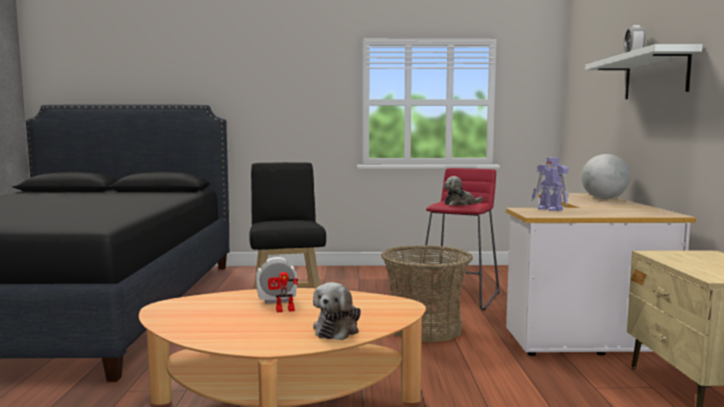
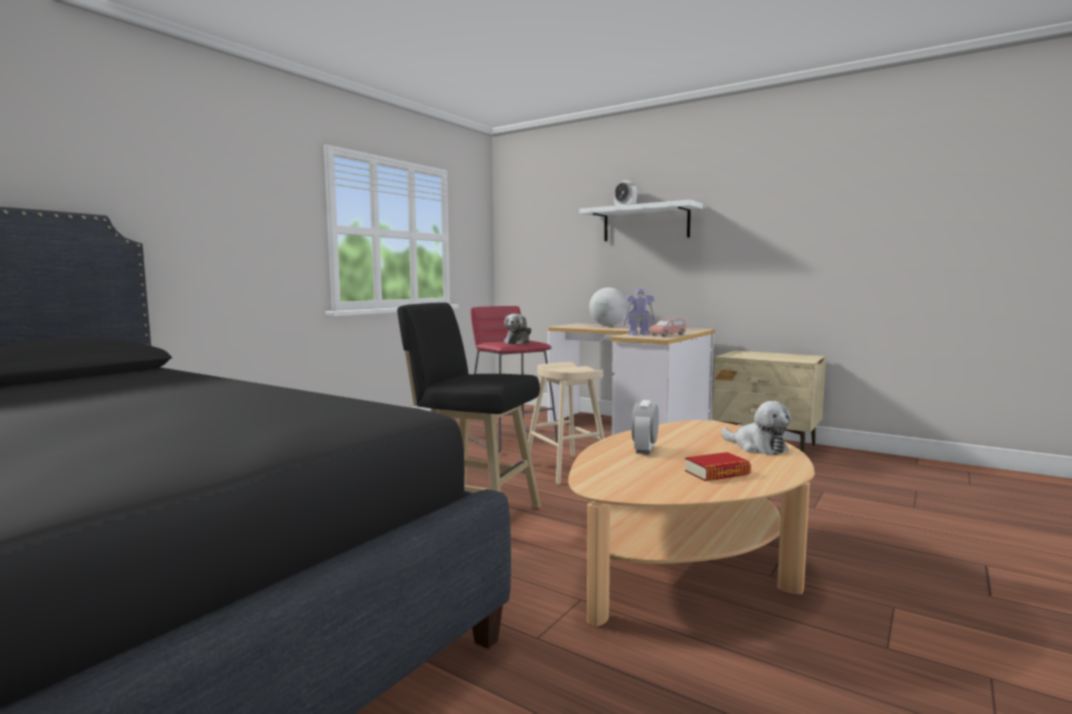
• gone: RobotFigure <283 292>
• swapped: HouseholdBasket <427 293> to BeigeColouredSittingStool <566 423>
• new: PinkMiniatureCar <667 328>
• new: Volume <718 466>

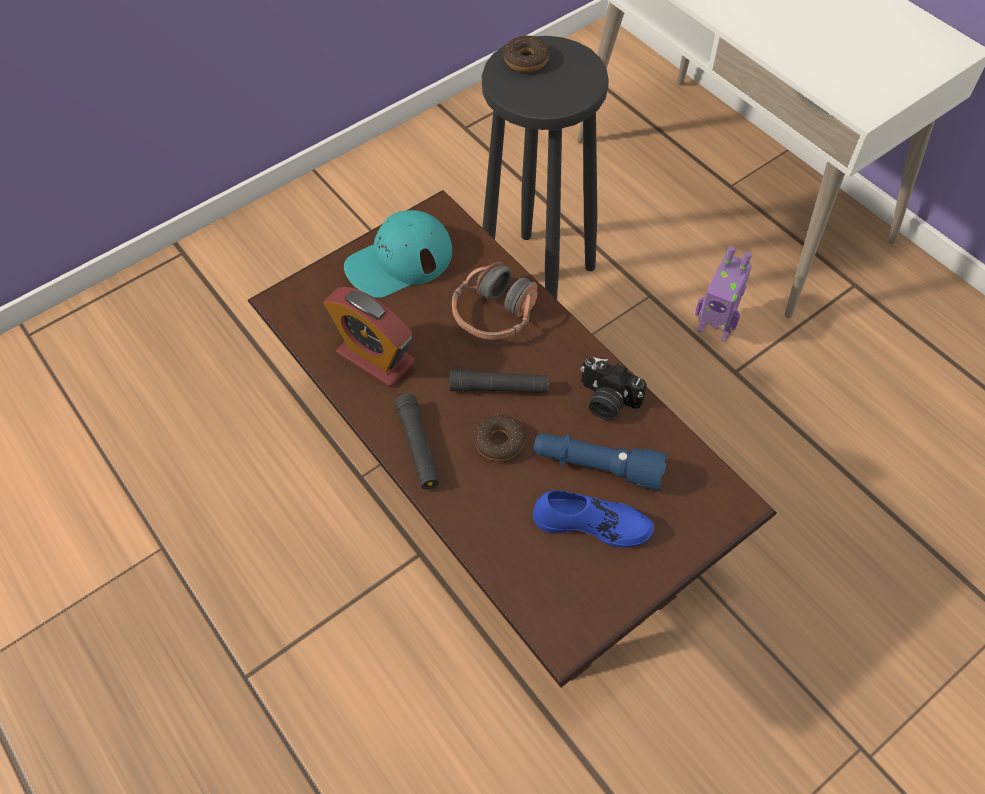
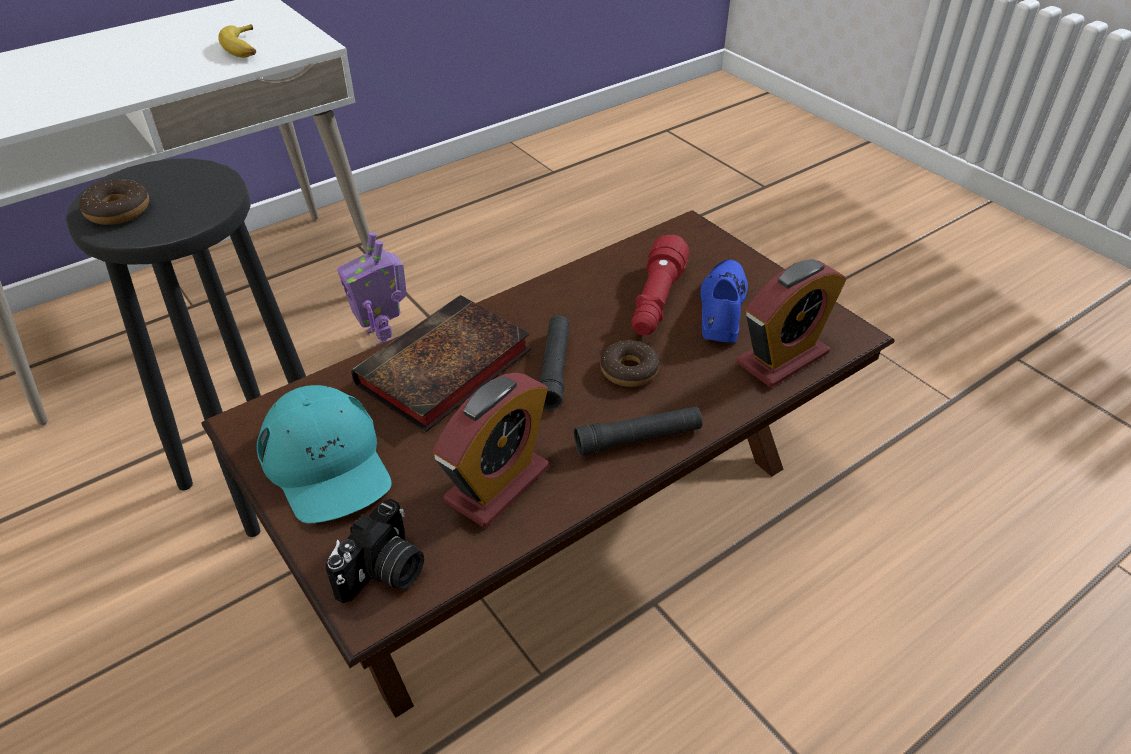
• swapped: Headset <495 300> to Volume <441 364>
• repainted: BlueHandTorch <600 462> to ReddishHandTorch <660 284>
• shifted: StillCamera <614 388> to <375 551>
• rotated: RobotFigure <723 294> = <372 289> 120 degrees clockwise
• new: Banana <237 41>
• new: BedsideClock <792 323>

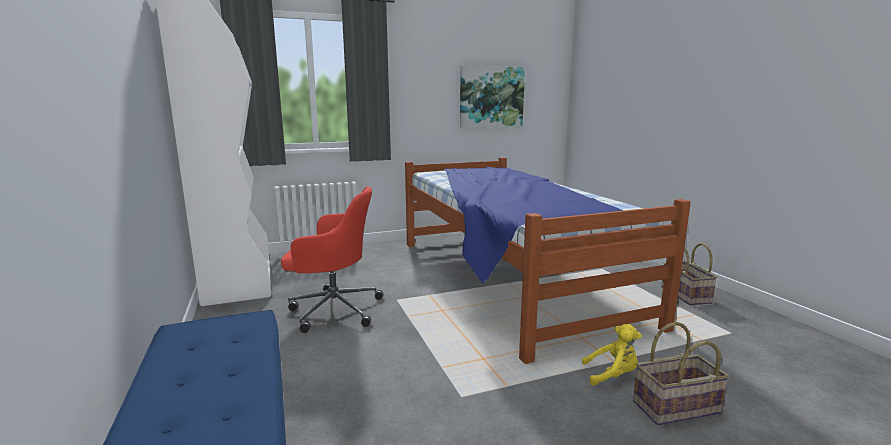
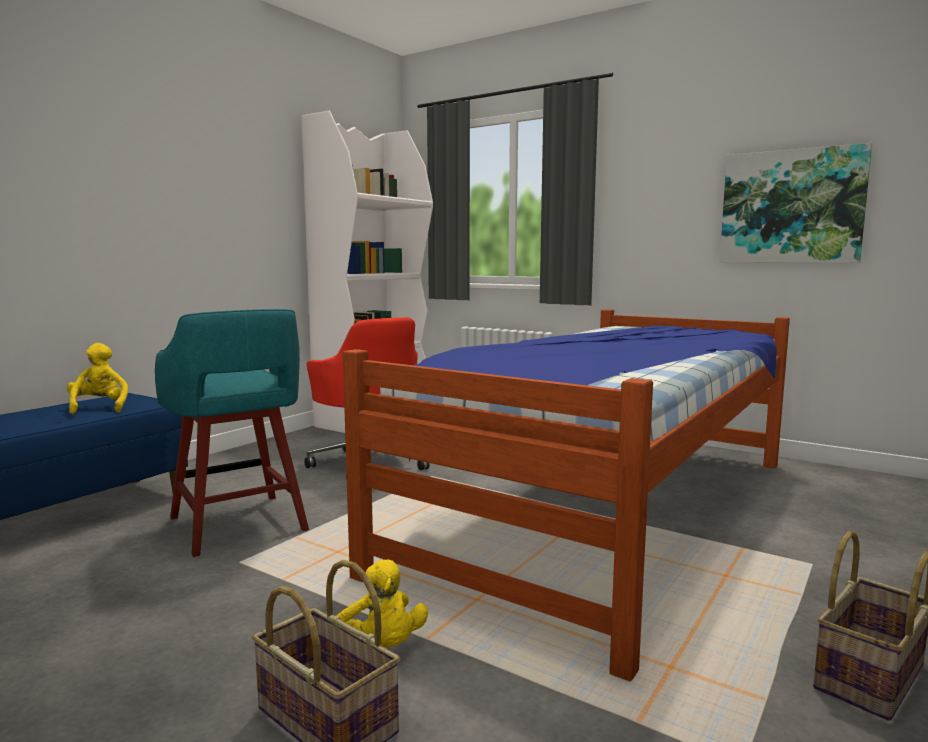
• new: YellowCuddlyToy <97 378>
• new: TurquoiseSittingStool <232 433>

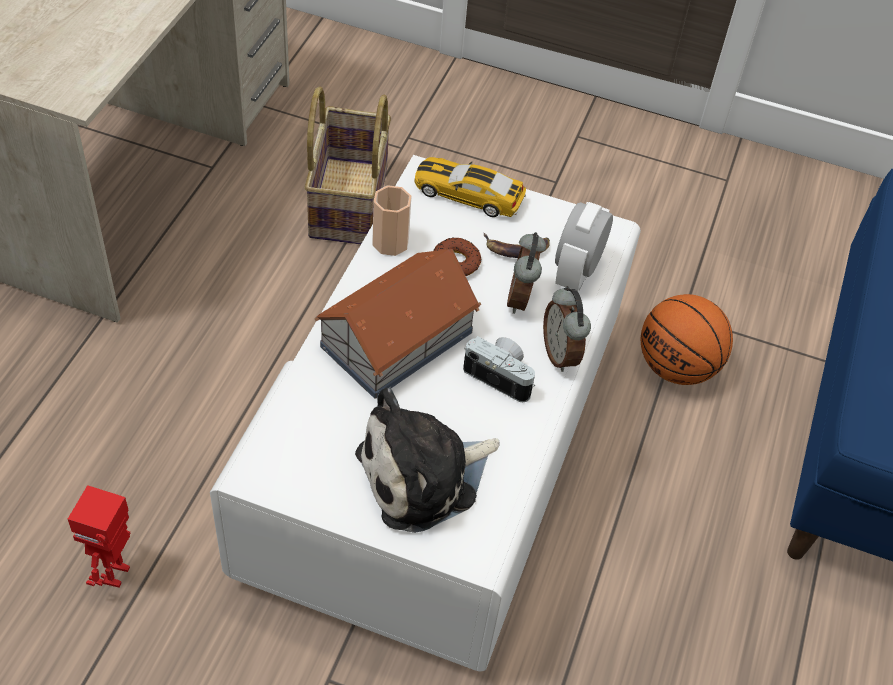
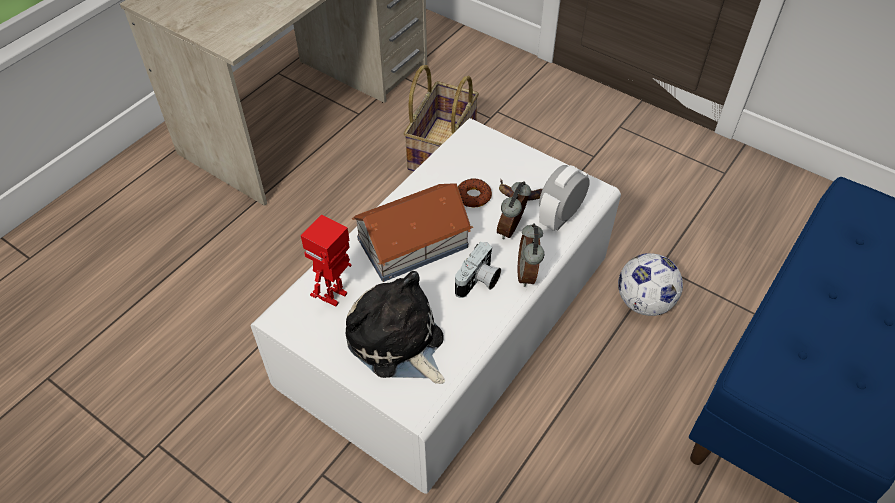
• shifted: RobotFigure <99 536> to <326 260>
• rotated: CuddlyToy <427 460> = <395 327> 60 degrees clockwise
• gone: SmallCup <391 220>
• gone: MiniatureCar <470 187>
• rotated: StillCamera <499 369> = <478 270> 75 degrees clockwise
• swapped: Basketball <687 339> to BallForFootball <650 284>

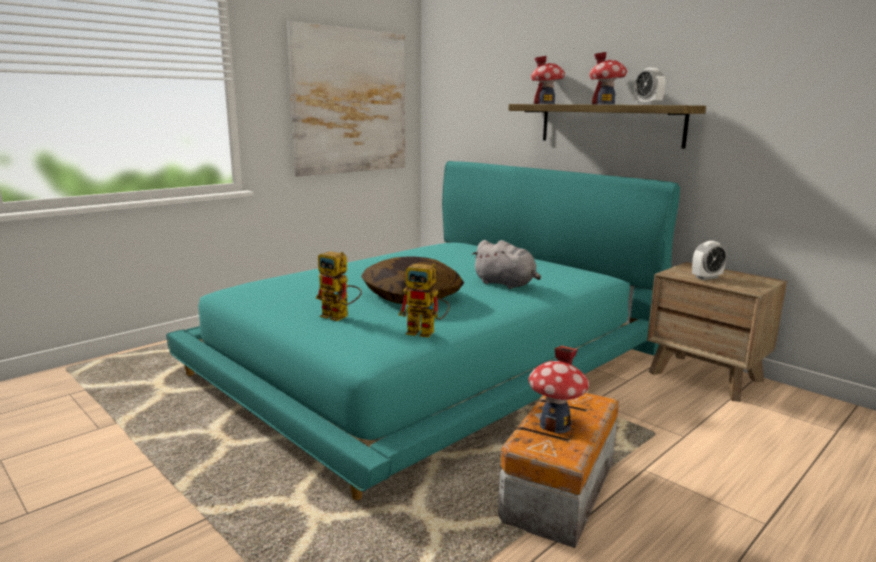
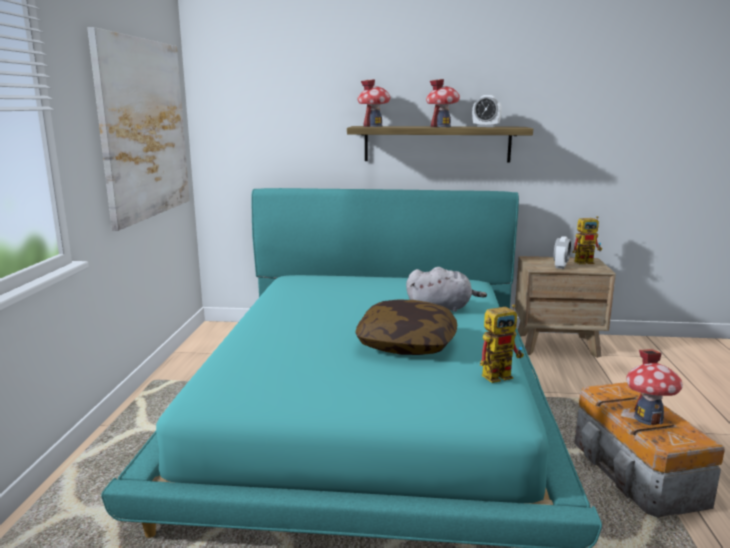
• shifted: RobotFigure <339 286> to <587 240>

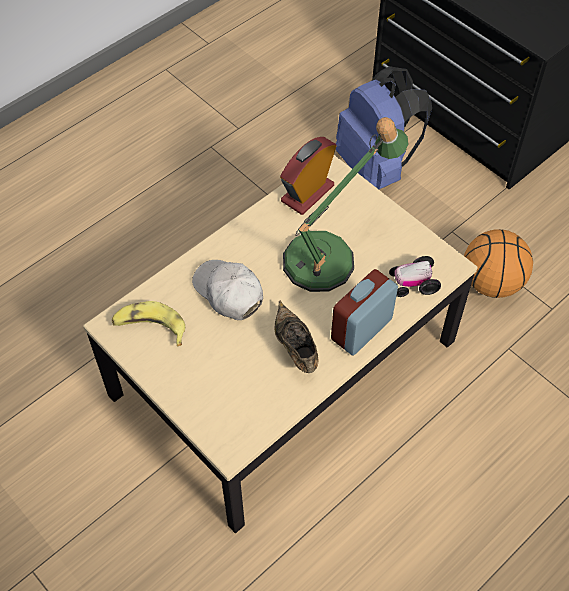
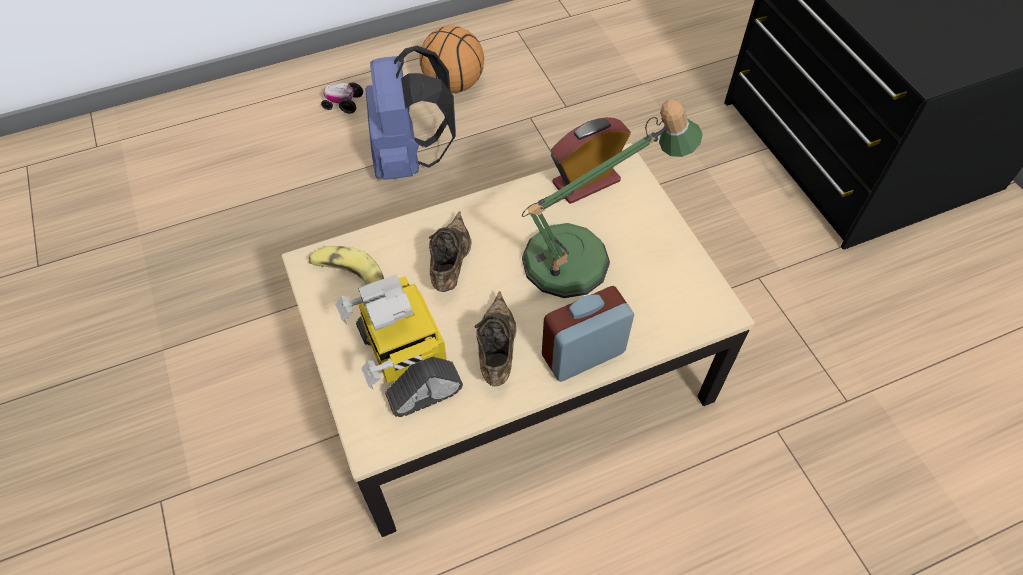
• swapped: WhiteColouredBaseballCap <227 290> to BrownishLowShoe <450 251>
• shifted: BlueBackpack <384 127> to <411 113>
• shifted: MiniatureCar <415 276> to <342 98>
• shifted: Basketball <498 263> to <451 59>
• new: RobotFigure <399 345>

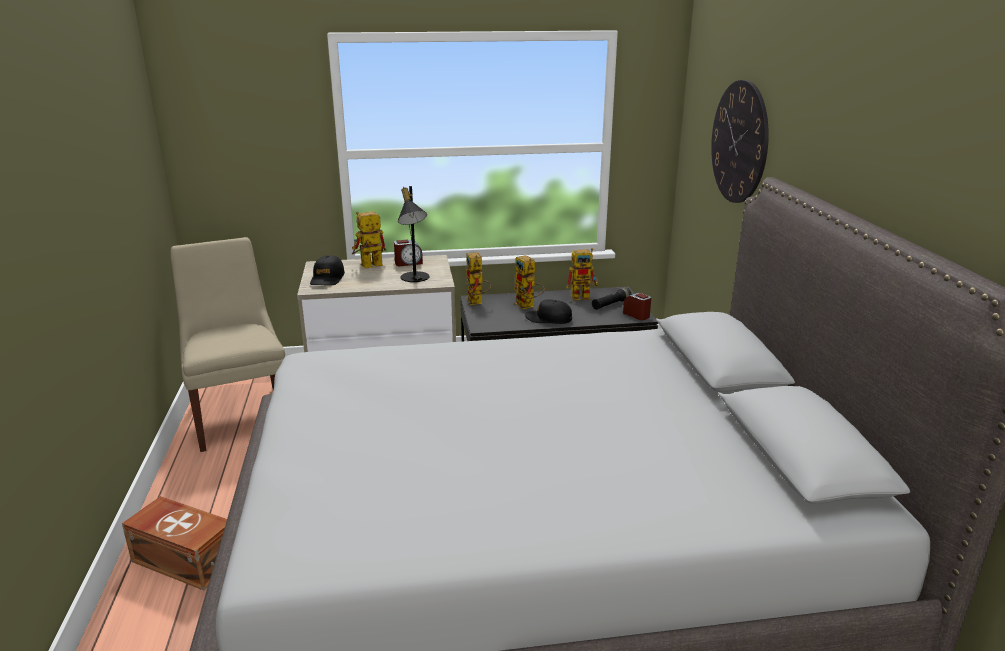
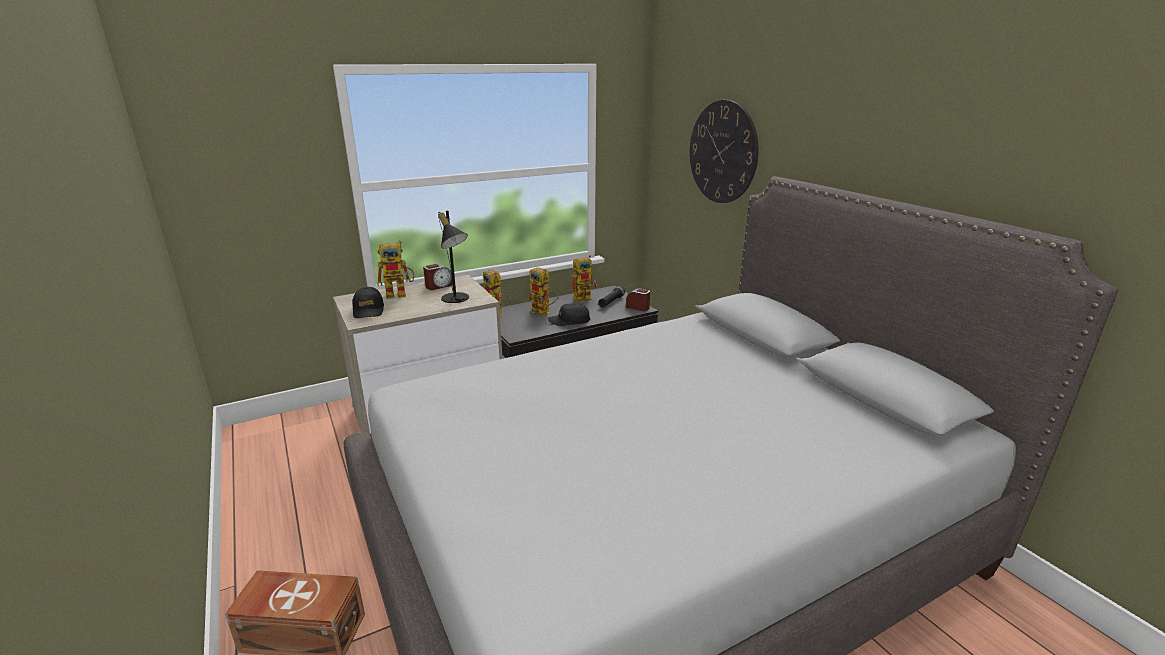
• gone: BeigeColouredChair <228 344>
• rotated: RobotFigure <369 239> = <395 270> 150 degrees counterclockwise

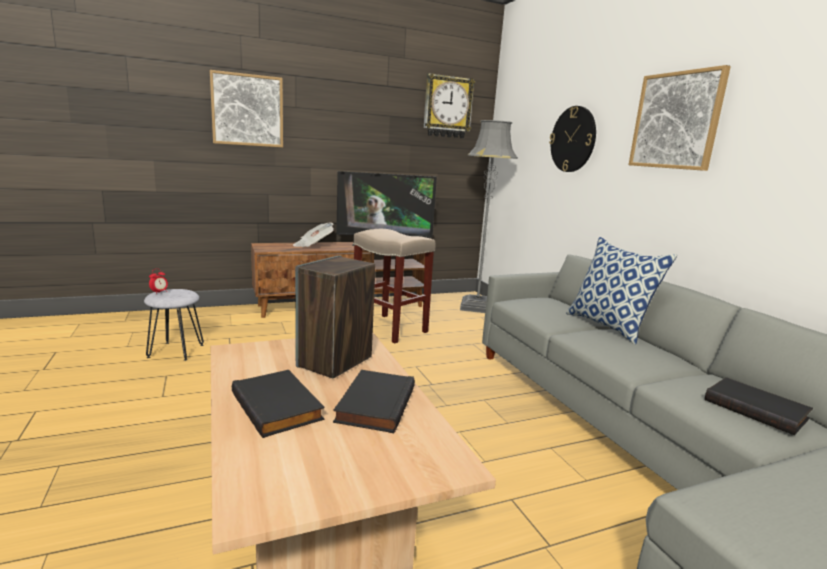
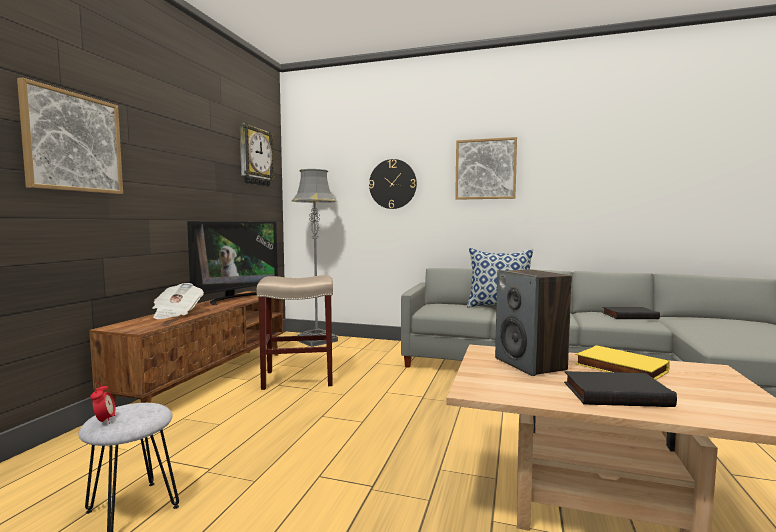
• repainted: BlackishVolume <374 401> to YellowVolume <622 362>

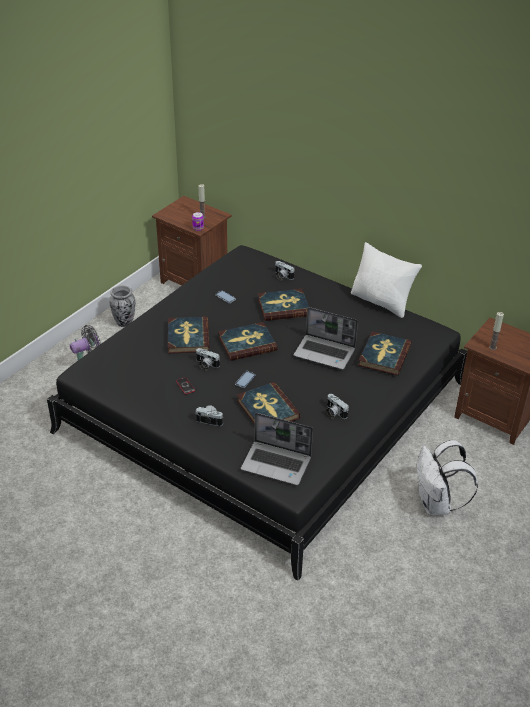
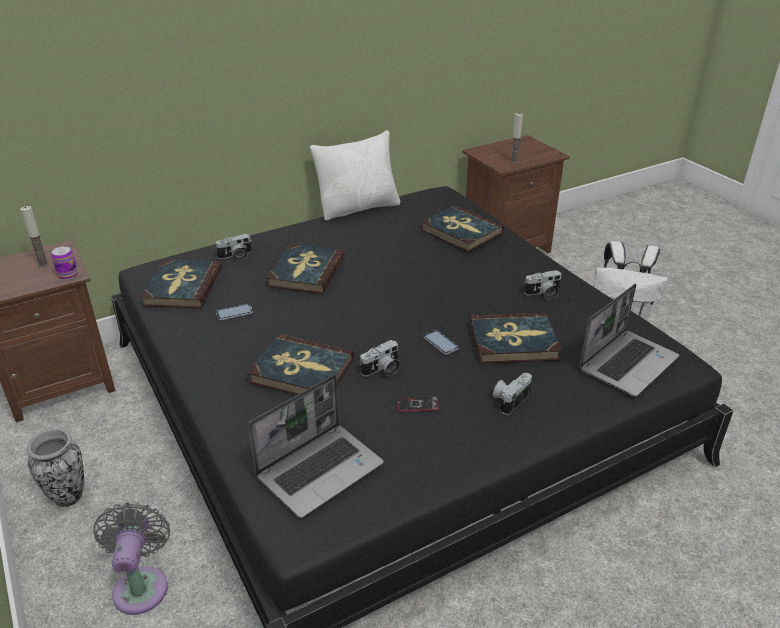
• shifted: Volume <247 341> to <180 284>
• shifted: NotebookComputer <325 338> to <316 446>

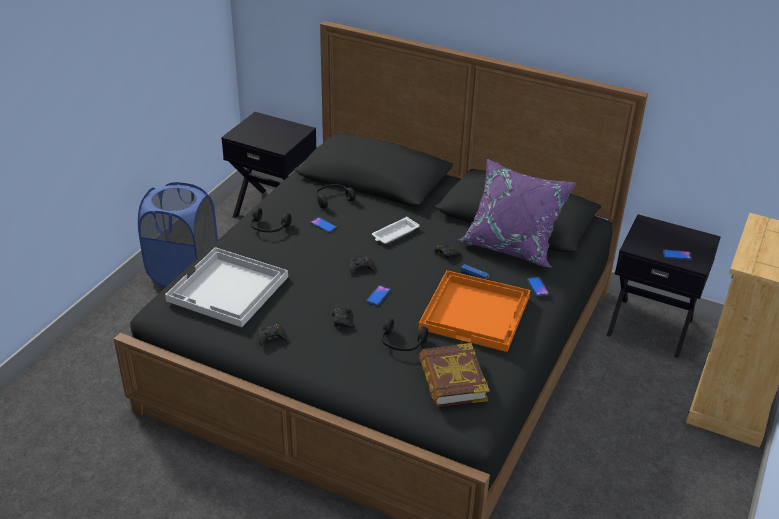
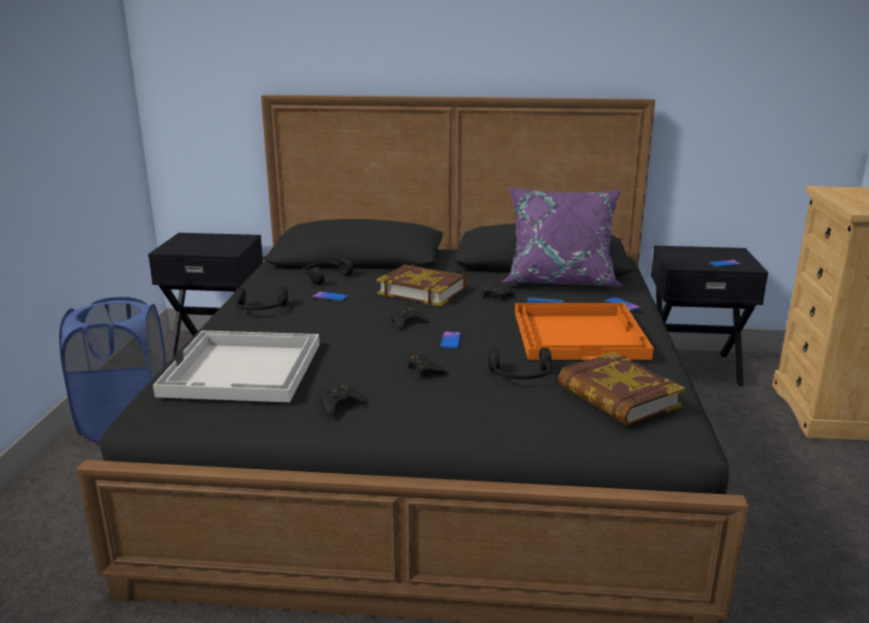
• swapped: WhiteColouredServingTray <396 230> to Volume <421 285>

